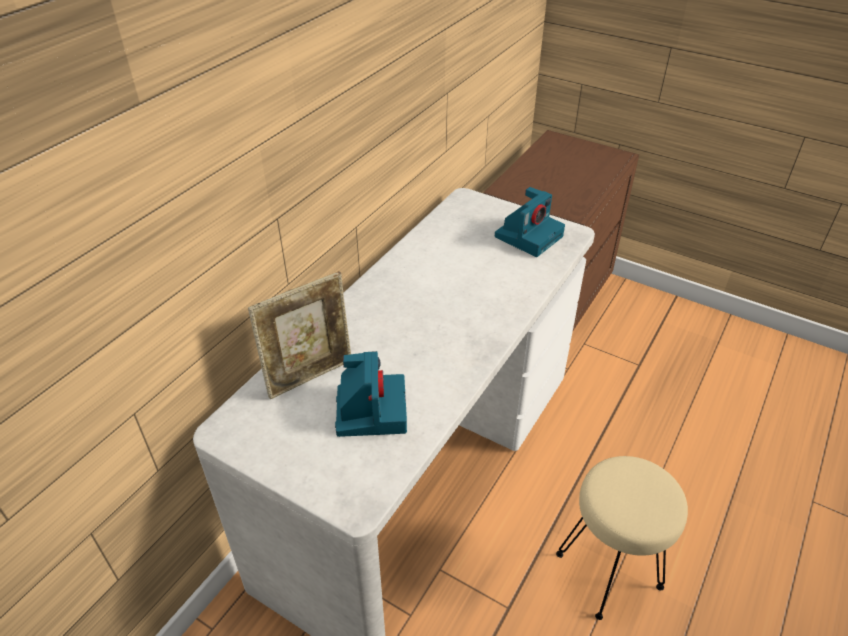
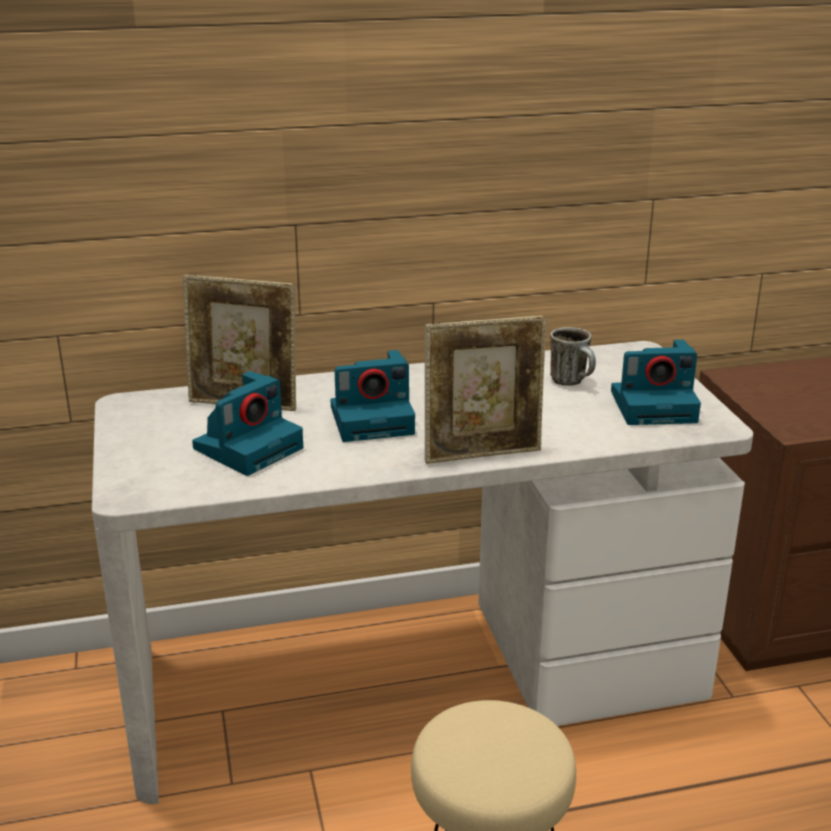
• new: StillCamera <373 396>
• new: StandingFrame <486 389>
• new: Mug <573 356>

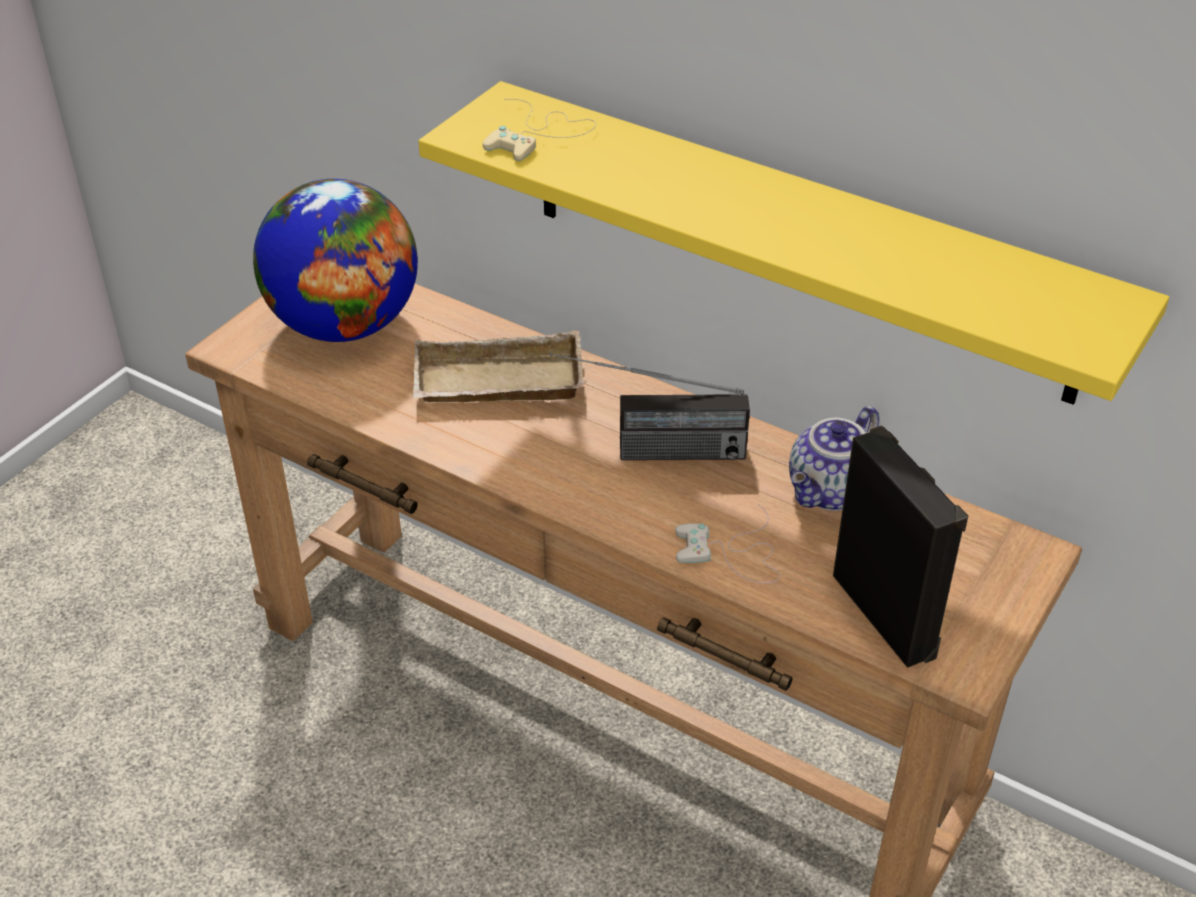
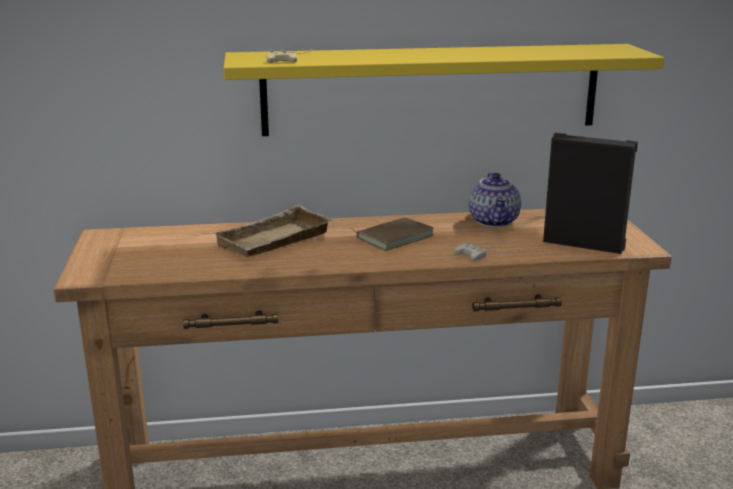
• gone: WorldGlobe <335 260>
• swapped: RadioSet <650 406> to BrownishVolume <392 234>

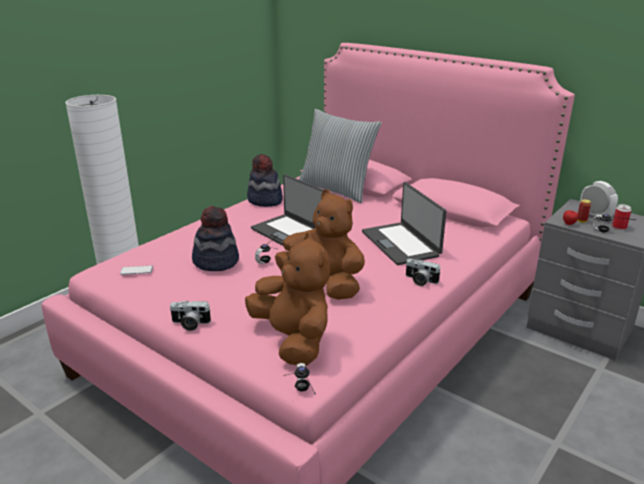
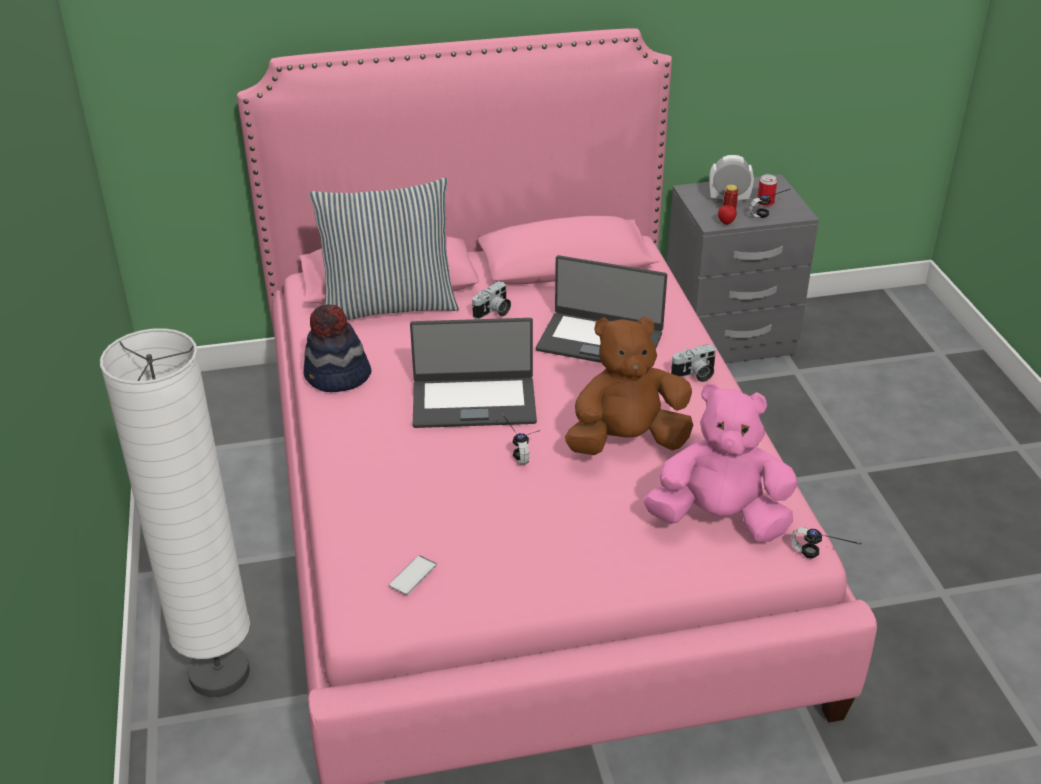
• shifted: StillCamera <190 316> to <491 300>
• gone: ClothingHat <215 238>
• repainted: BrownishCuddlyToy <287 299> to PinkCuddlyToy <720 462>

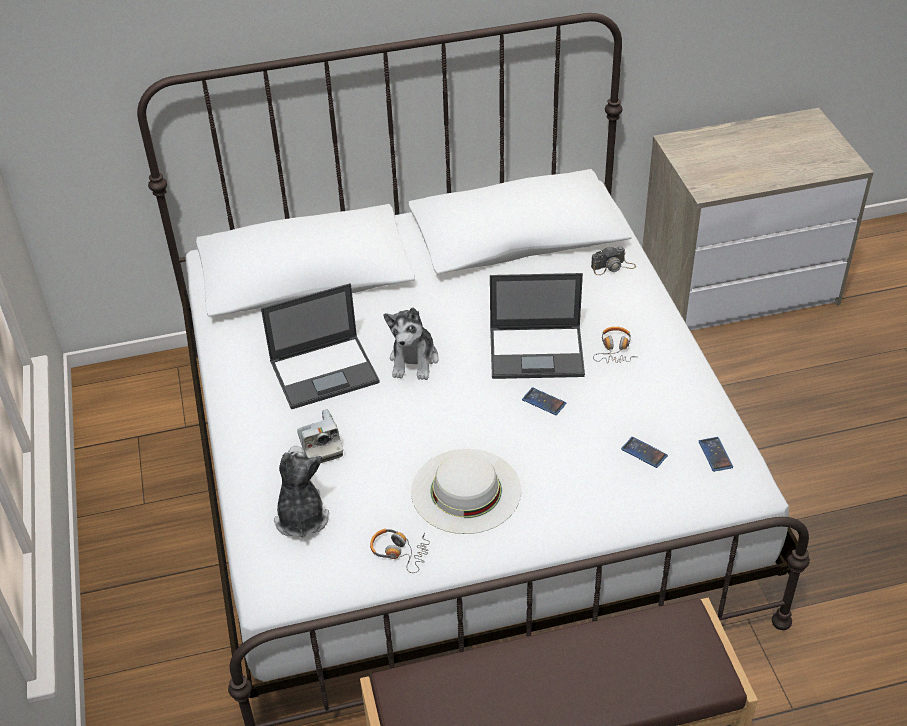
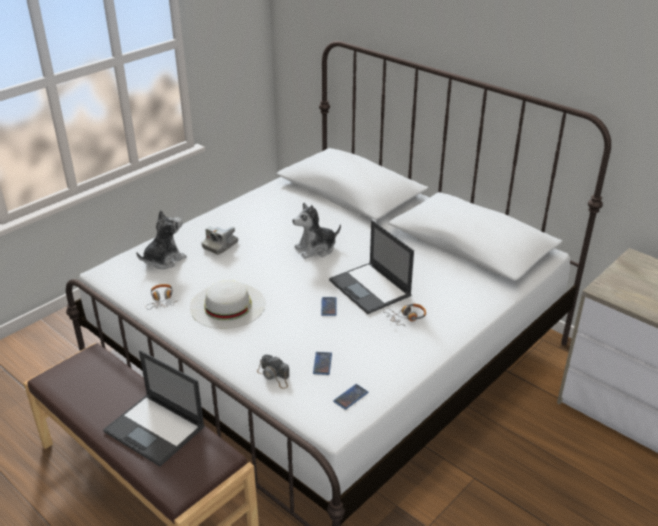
• shifted: NotebookComputer <320 346> to <154 408>
• shifted: StillCamera <613 260> to <273 371>

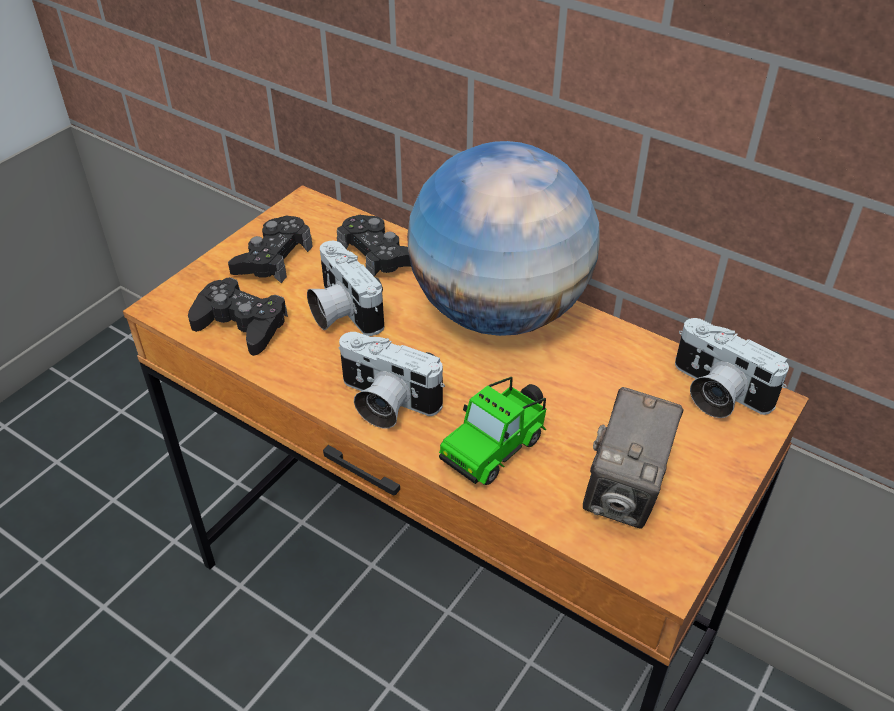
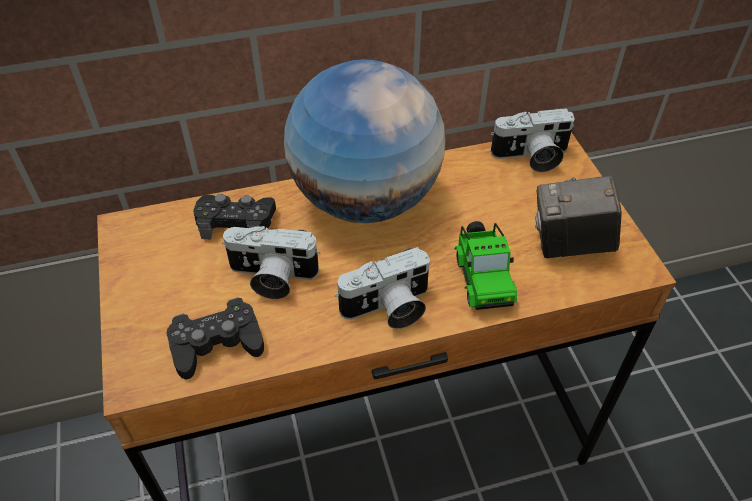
• gone: BlackishGameController <270 249>
• rotated: StillCamera <633 458> = <578 216> 120 degrees clockwise

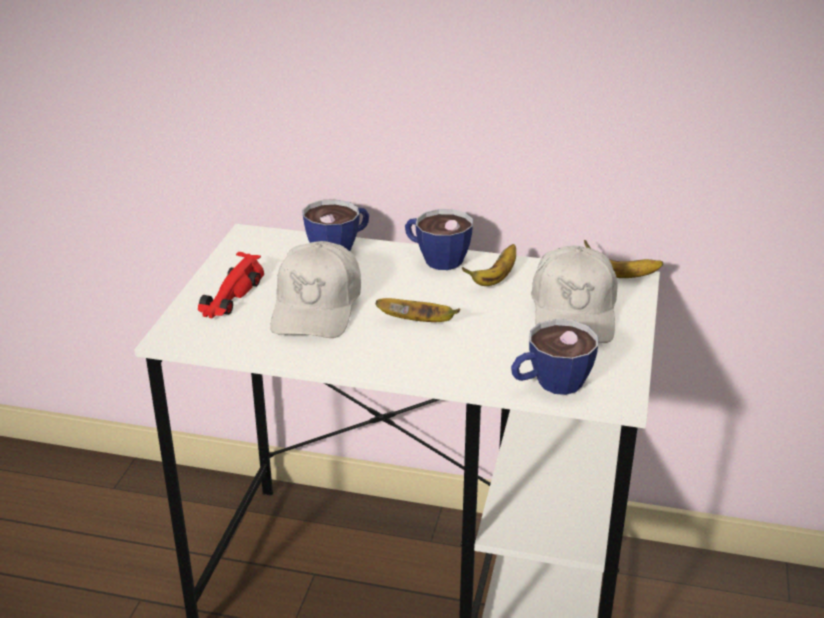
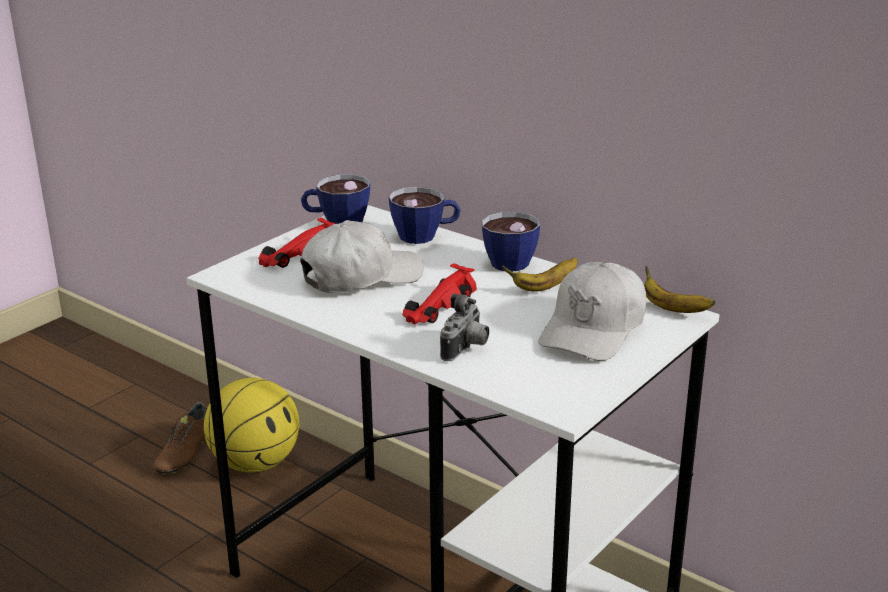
• rotated: WhiteColouredBaseballCap <315 289> = <362 256> 150 degrees counterclockwise
• swapped: Banana <418 310> to ReddishMiniatureCar <439 293>
• shifted: SmallCup <554 357> to <335 199>
• new: BrownishLowShoe <180 437>
• new: Basketball <251 425>
• new: StillCamera <464 327>

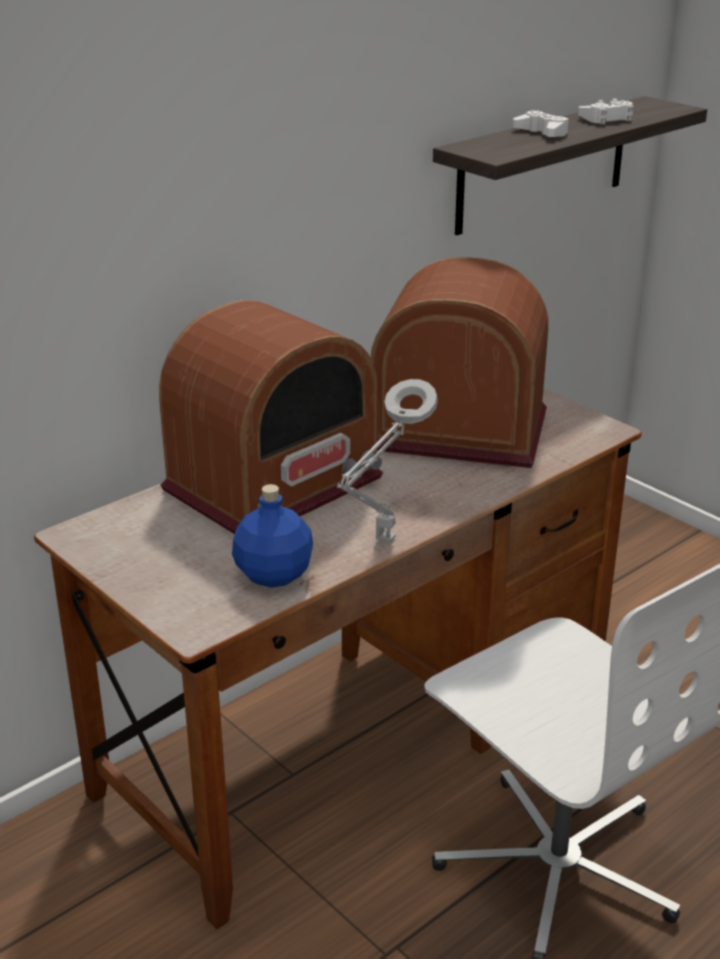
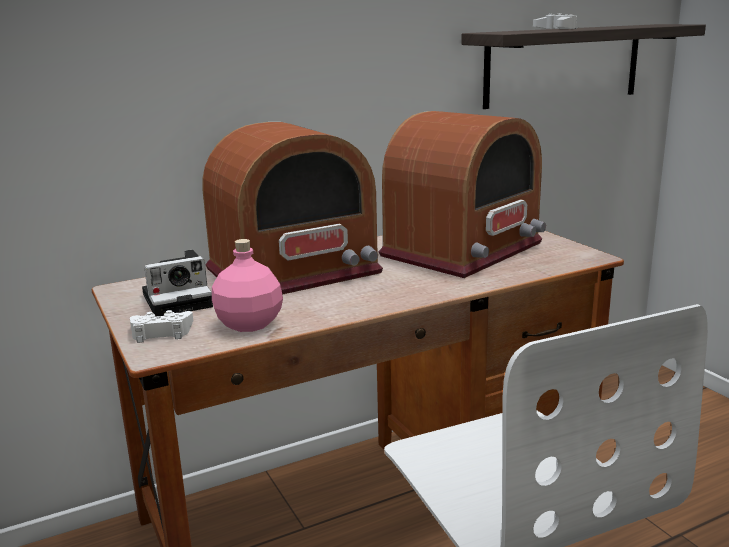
• repainted: BlueBeverageBottle <272 535> to PinkBeverageBottle <247 285>
• gone: GreyishTableLamp <387 461>
• rotated: RadioSet <459 362> = <462 194> 105 degrees clockwise
• shifted: WhiteColouredGameController <605 112> to <161 326>
• new: StillCamera <177 283>

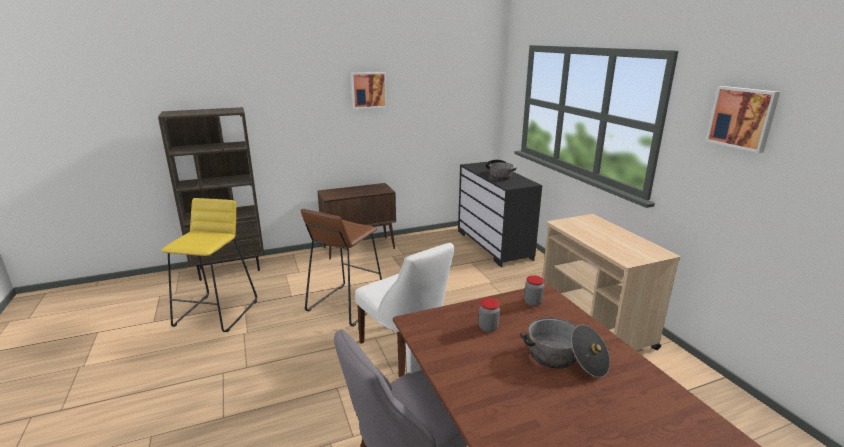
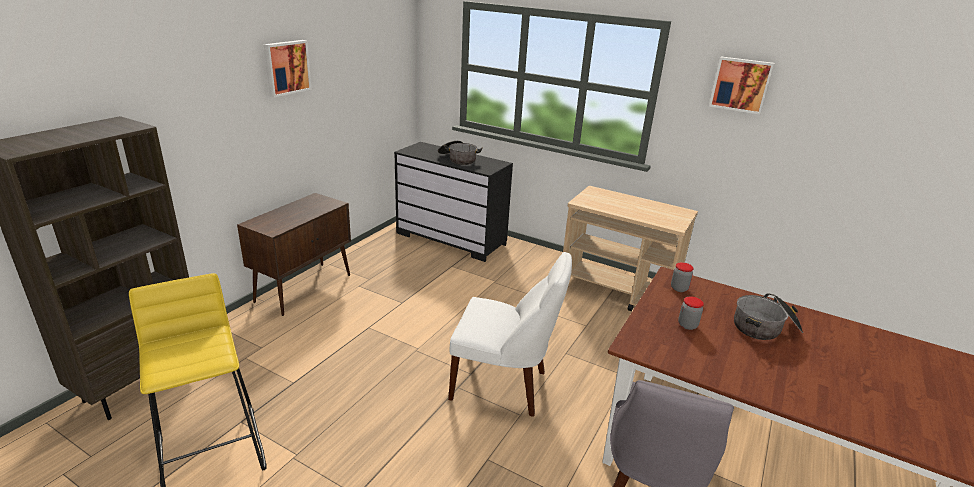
• gone: BrownishSittingStool <341 267>

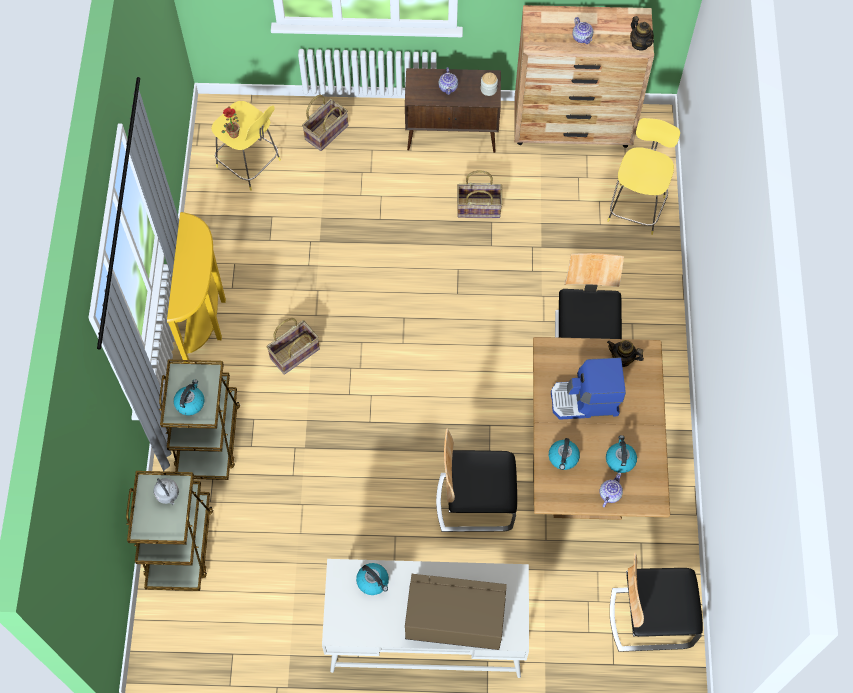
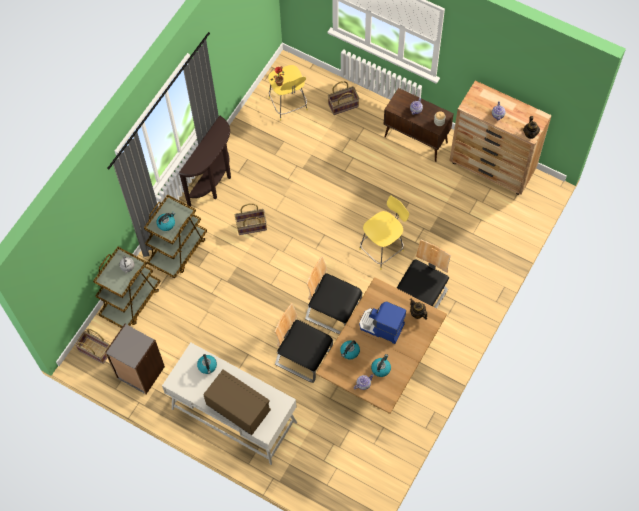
• repainted: YellowConsoleTable <196 287> to BrownishConsoleTable <205 161>
• shifted: HouseholdBasket <479 194> to <92 346>
• shifted: YellowSittingStool <643 176> to <384 232>
• shifted: Chair <656 602> to <333 295>
• new: GreyishBookcase <135 359>

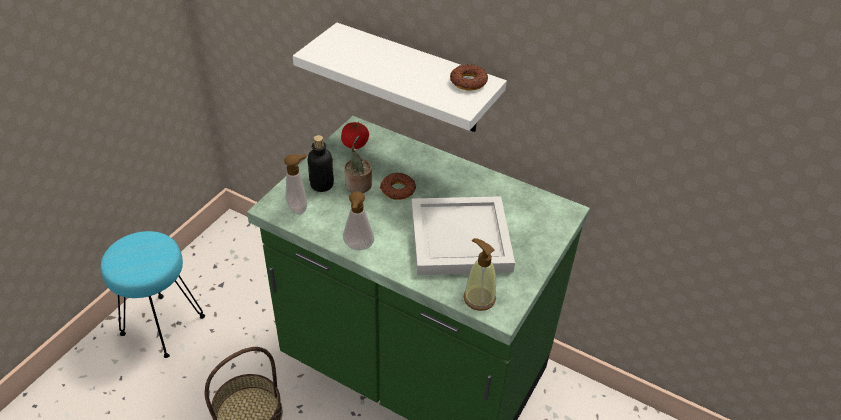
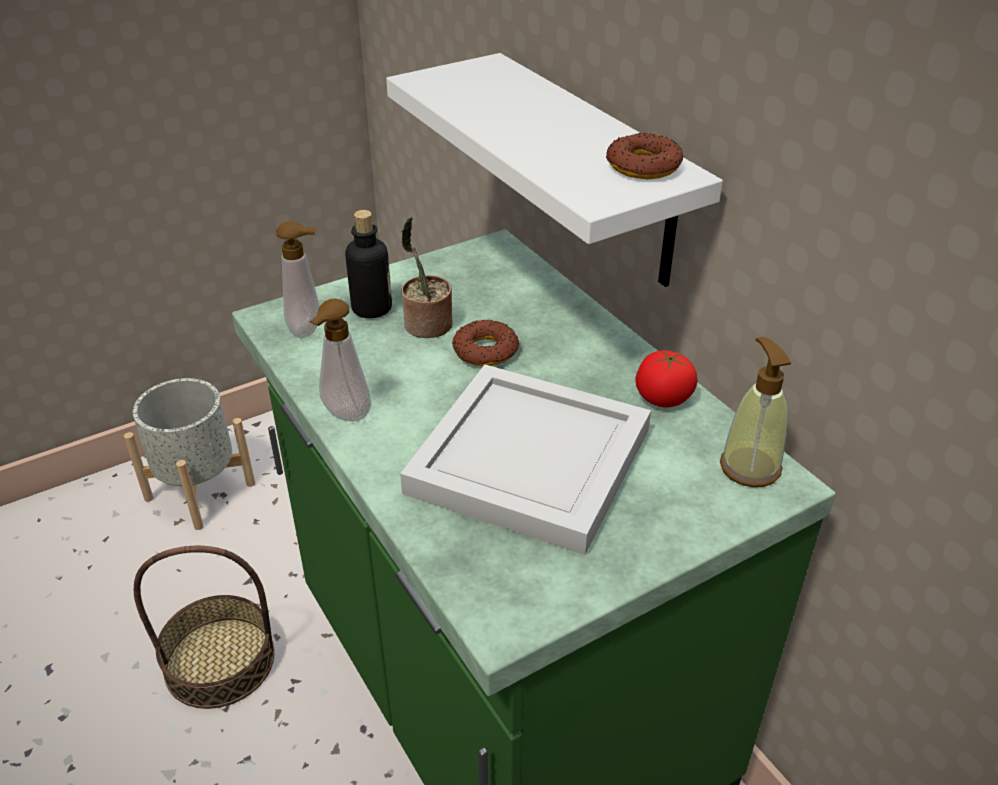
• swapped: TurquoiseSittingStool <153 294> to GreyishFlowerPot <189 454>
• shifted: WholeTomato <355 135> to <666 379>
• shifted: LiquidSoapBottle <479 274> to <755 412>

